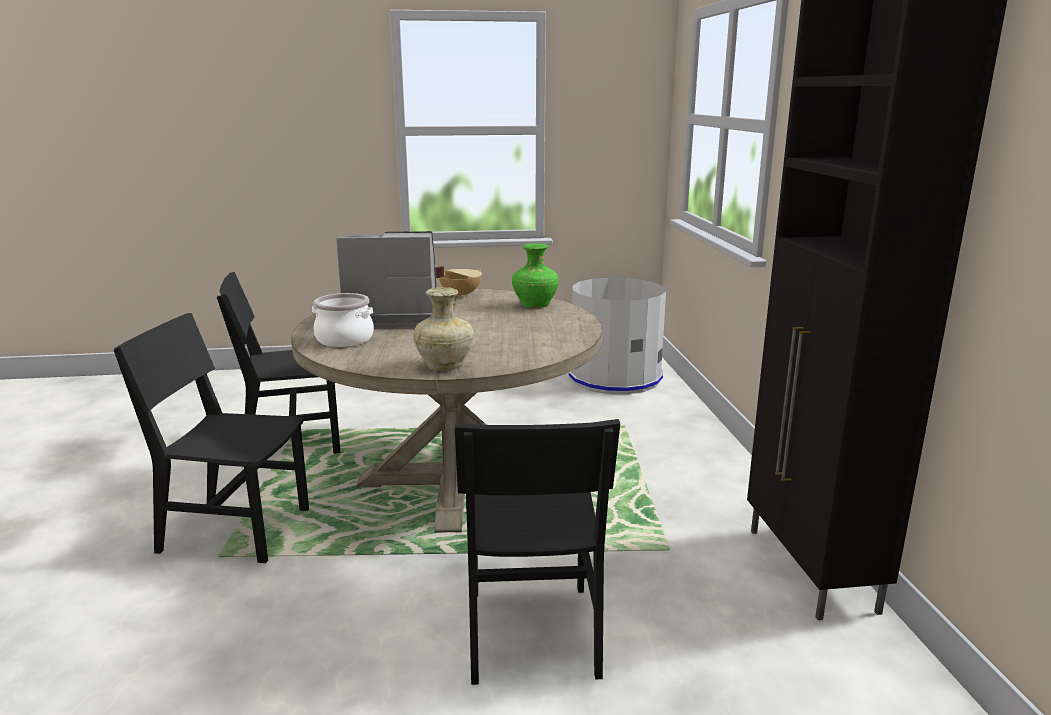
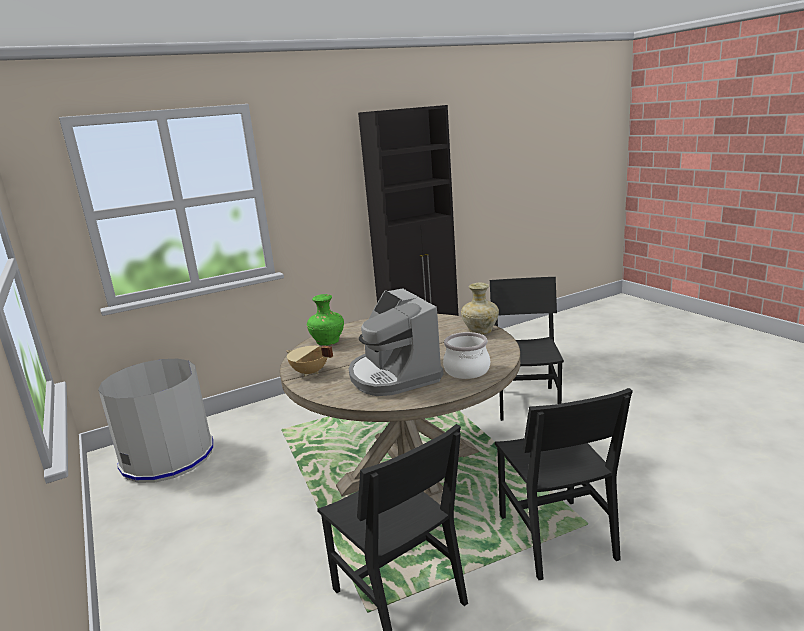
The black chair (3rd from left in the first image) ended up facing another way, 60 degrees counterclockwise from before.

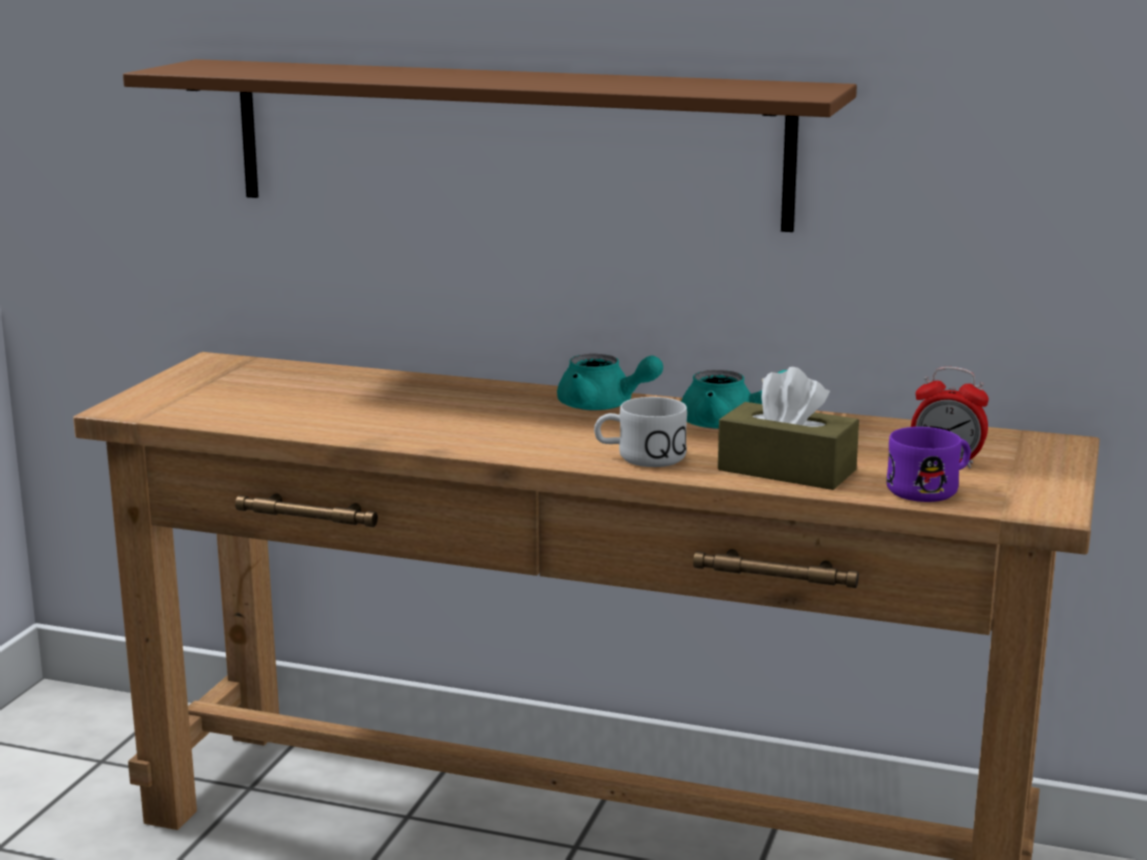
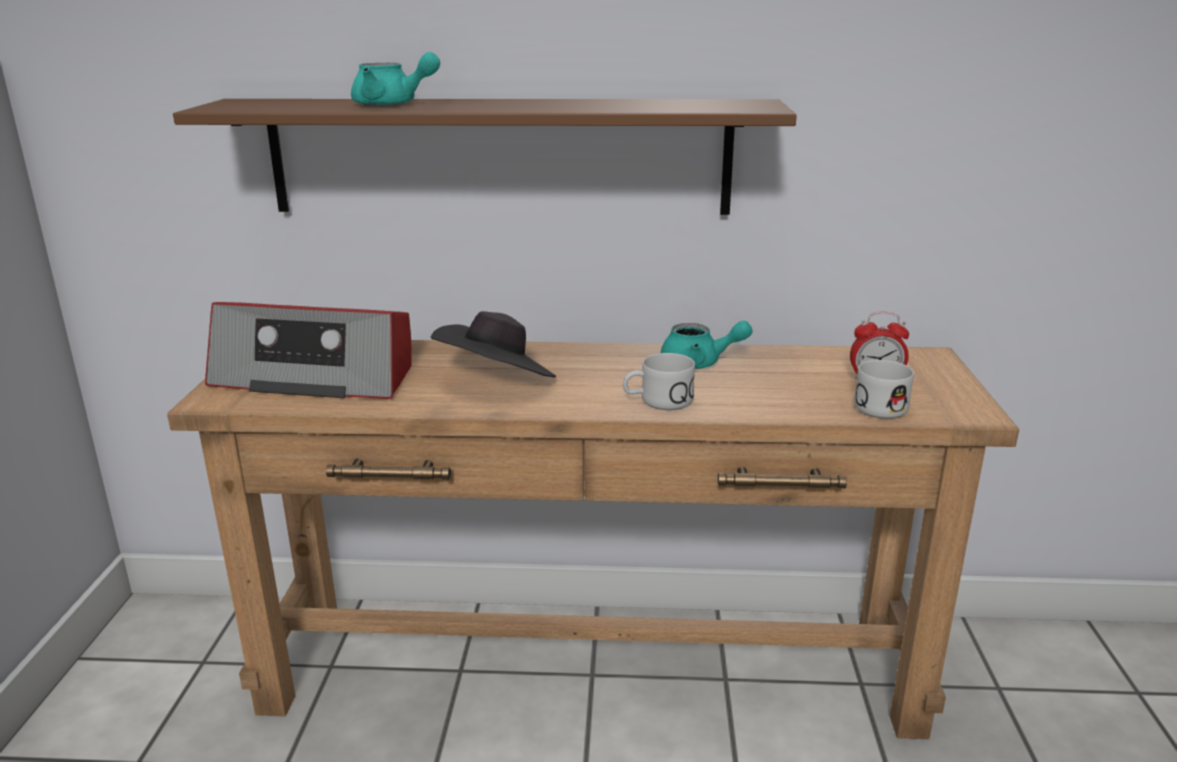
The second view gained the radio.
The turquoise teapot (1st from left) ended up elsewhere.
The second view gained the black hat.
What was the purple mug turned into the white mug (2nd from left).
The second view lost the brown tissue box.

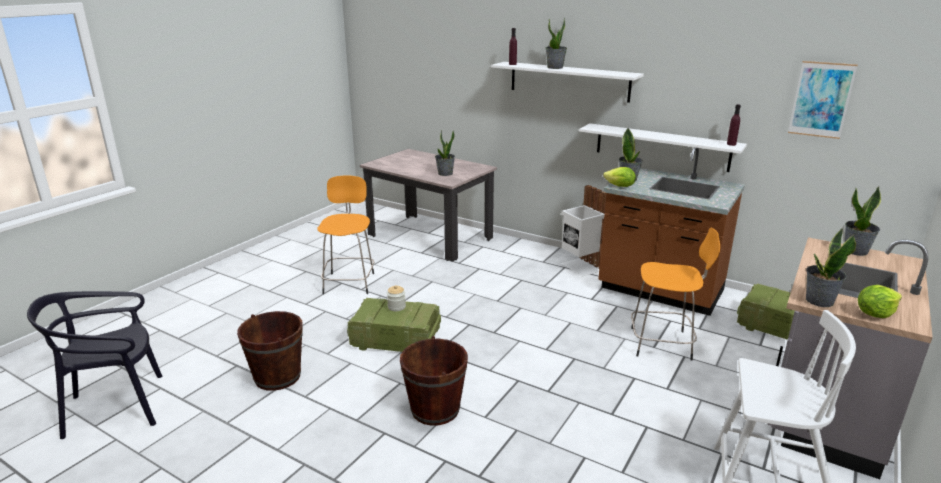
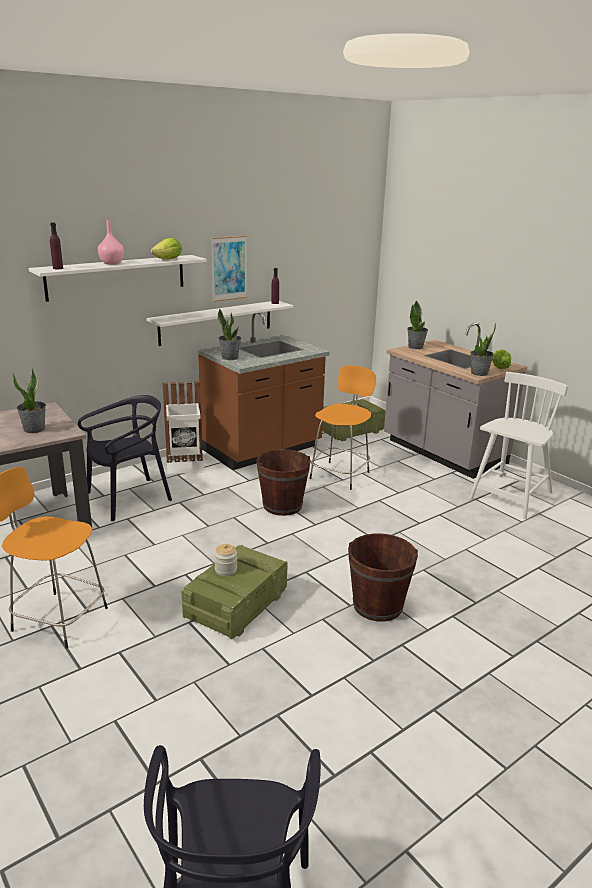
The second view gained the black chair (1st from left).
Where the potted plant (2nd from left) stood, the pink vase came to stand.
The lettuce (1st from left) ended up elsewhere.
The picture ended up elsewhere.
The brown bucket (1st from left) ended up elsewhere.

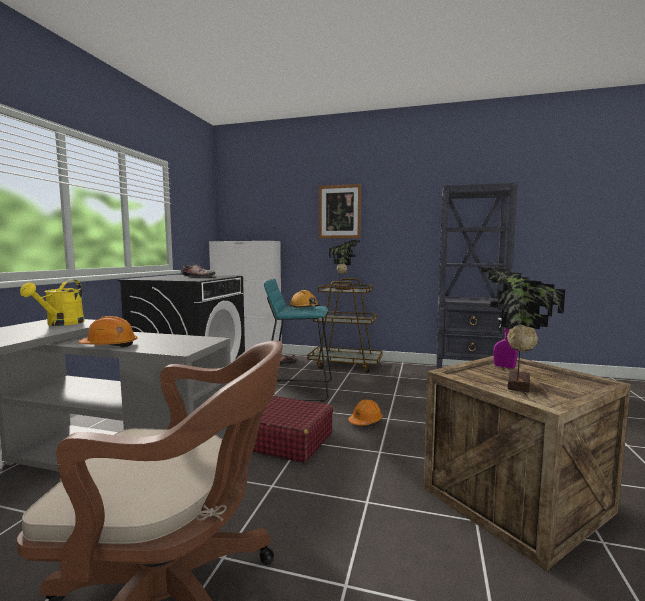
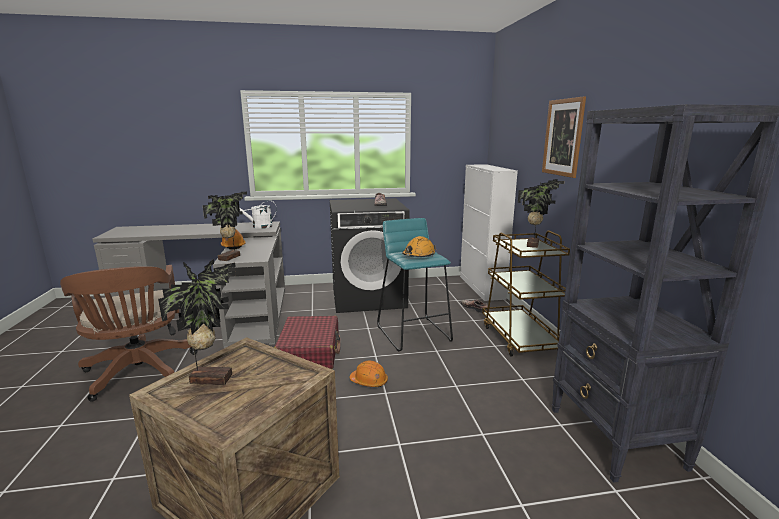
The second view gained the potted plant (2nd from left).
What was the yellow watering can turned into the white watering can.
The second view lost the purple spray bottle.

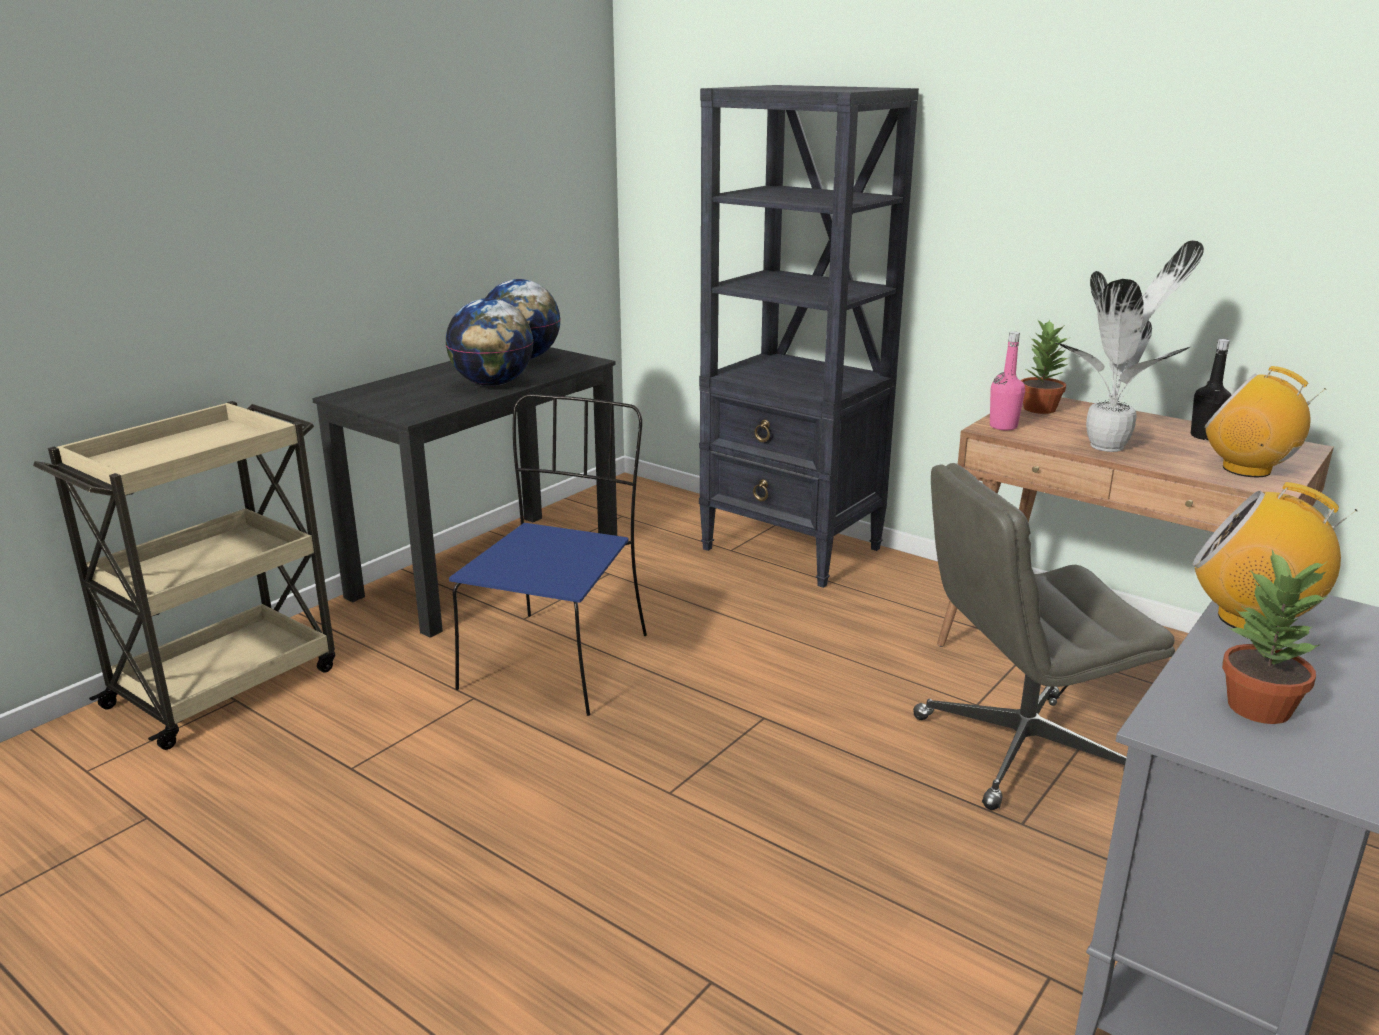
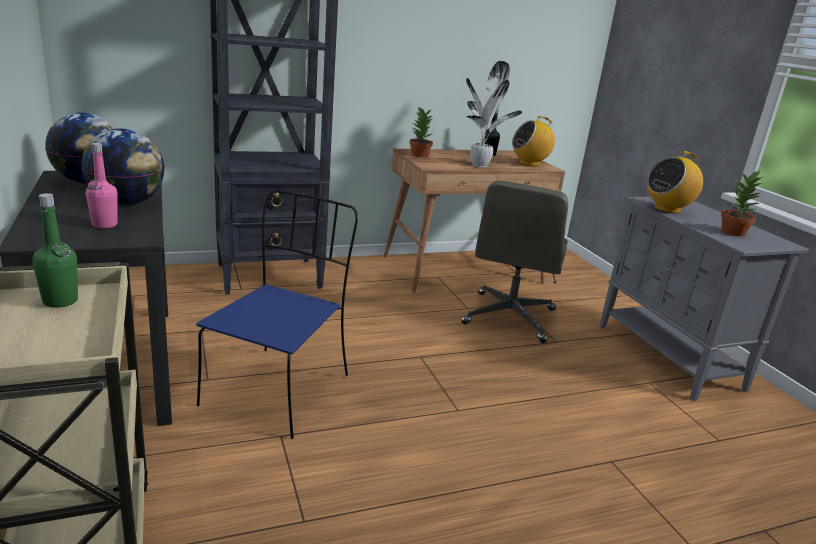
The second view gained the green bottle.
The pink bottle ended up elsewhere.
The blue chair ended up facing another way, 60 degrees clockwise from before.

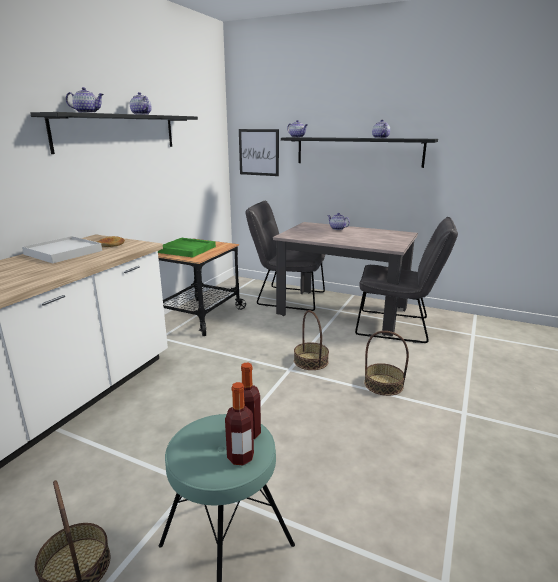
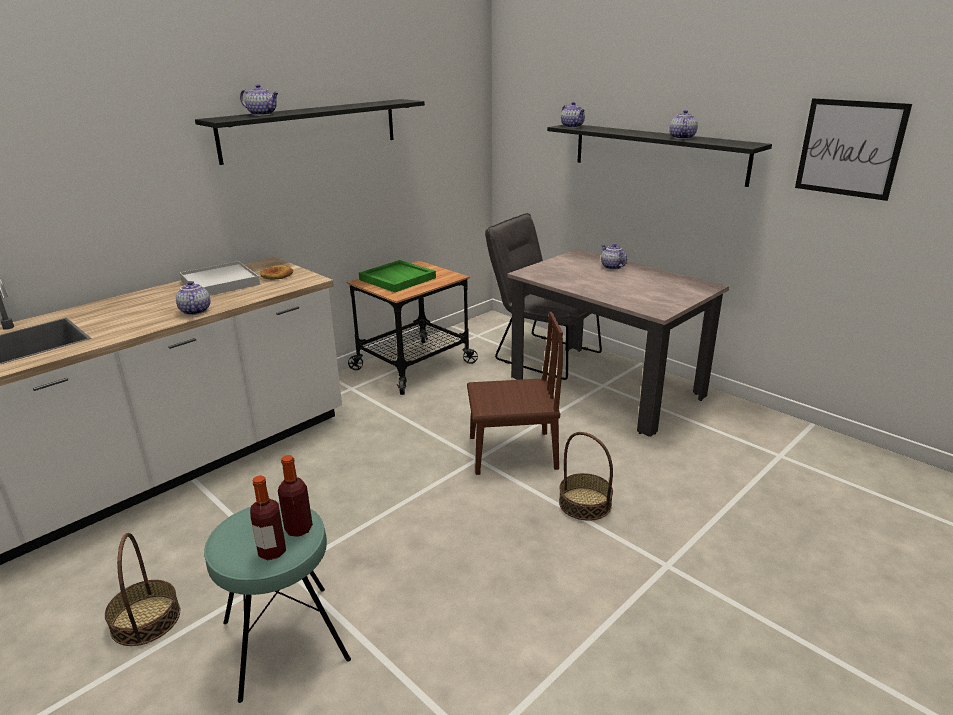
The teapot (2nd from left in the first image) ended up elsewhere.
Where the basket (2nd from left) stood, the brown chair came to stand.
The picture ended up elsewhere.
The second view lost the grey chair (2nd from left).

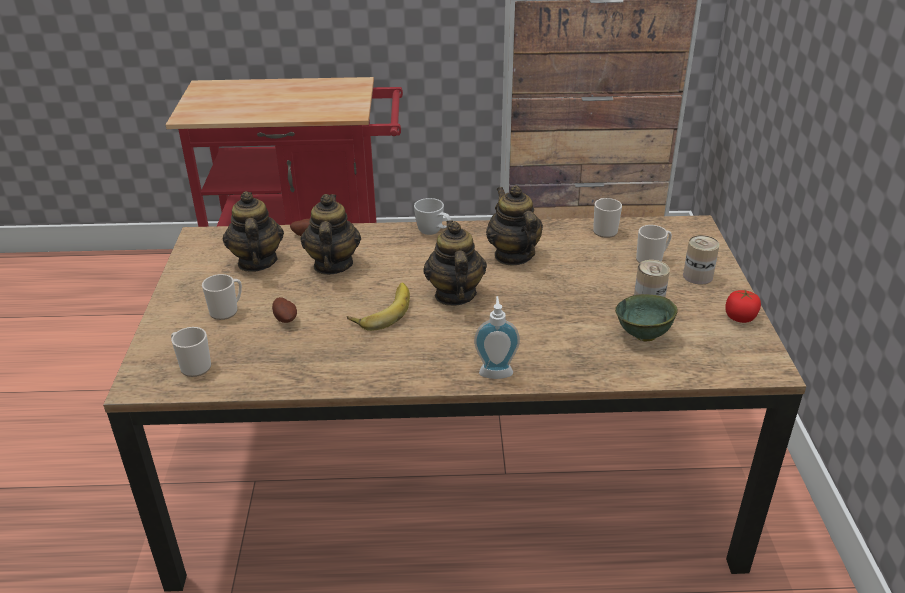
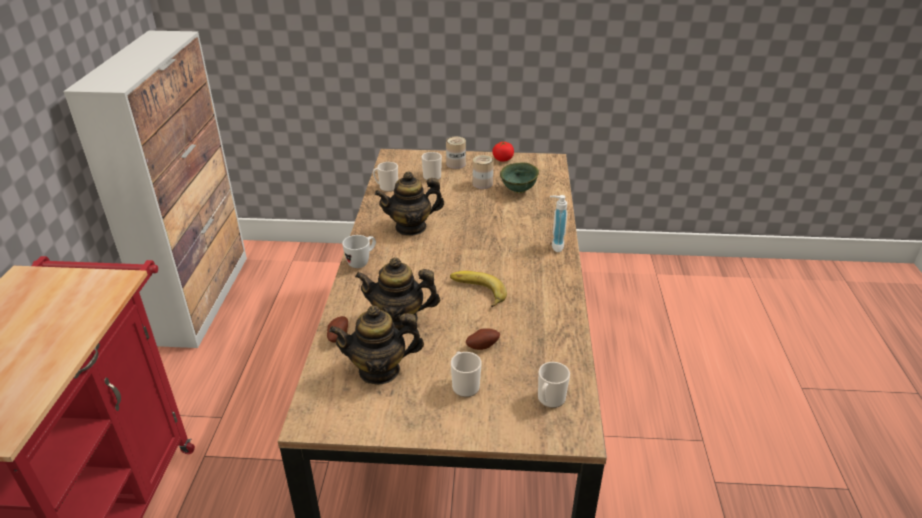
The second view lost the teapot (3rd from left).

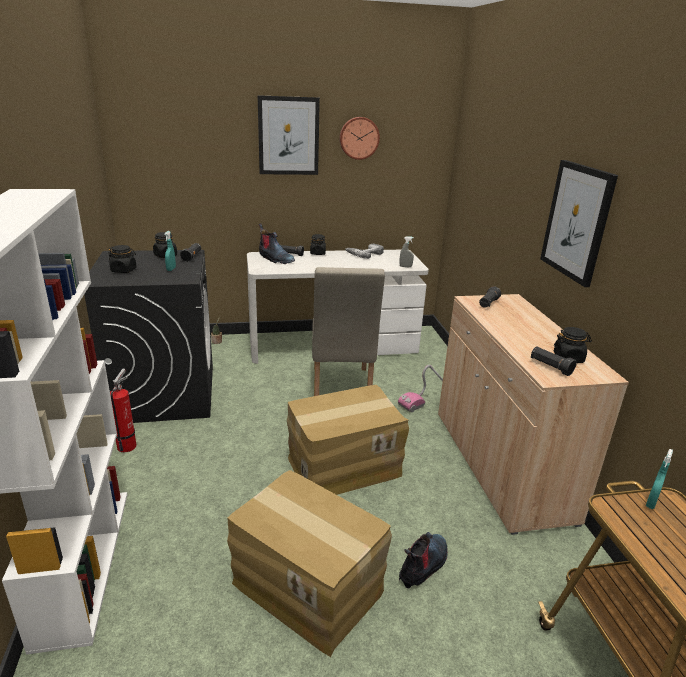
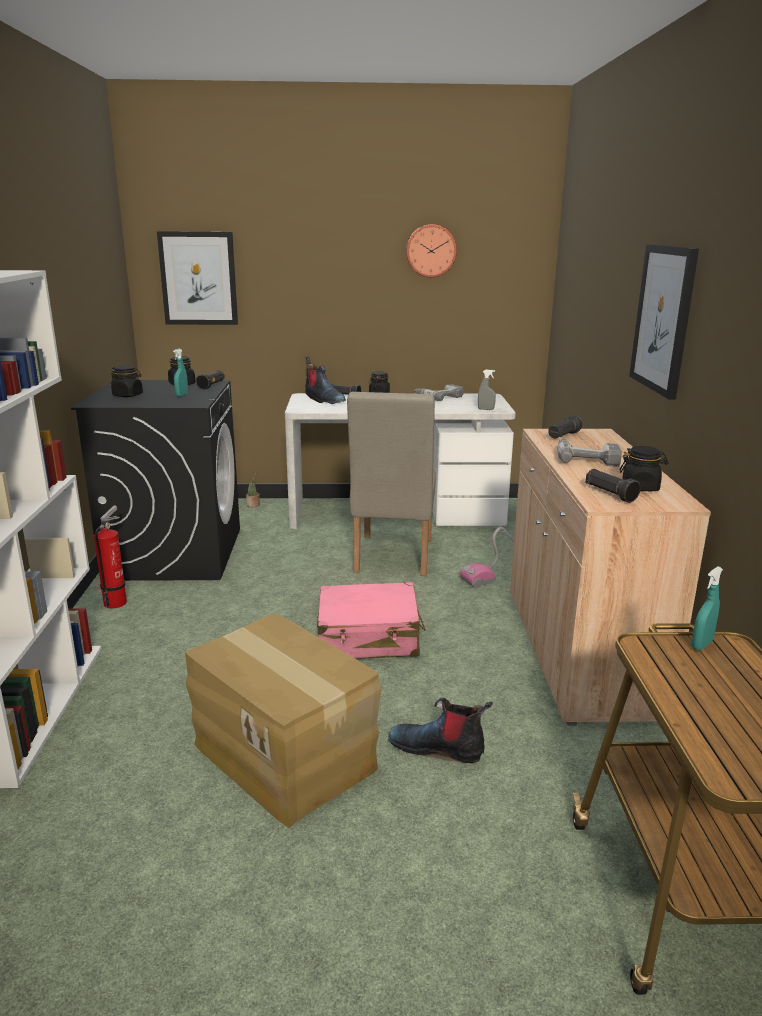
The picture (1st from left) ended up elsewhere.
Where the cardboard box (2nd from left) stood, the pink suitcase came to stand.
The boot (2nd from left) ended up facing another way, 120 degrees counterclockwise from before.
The second view gained the power drill (2nd from left).

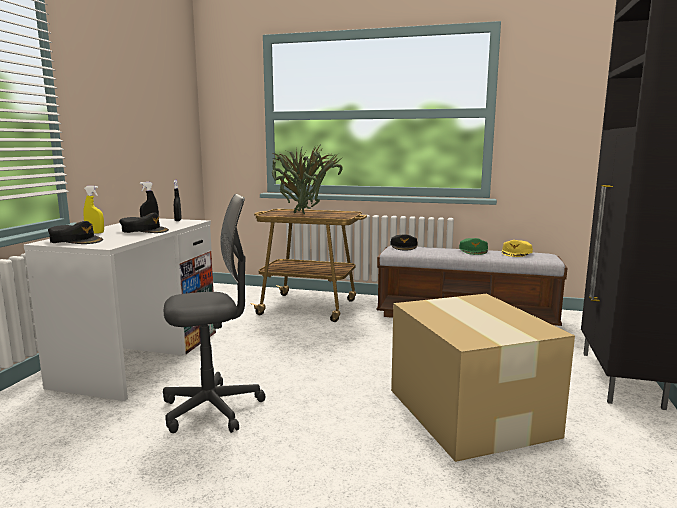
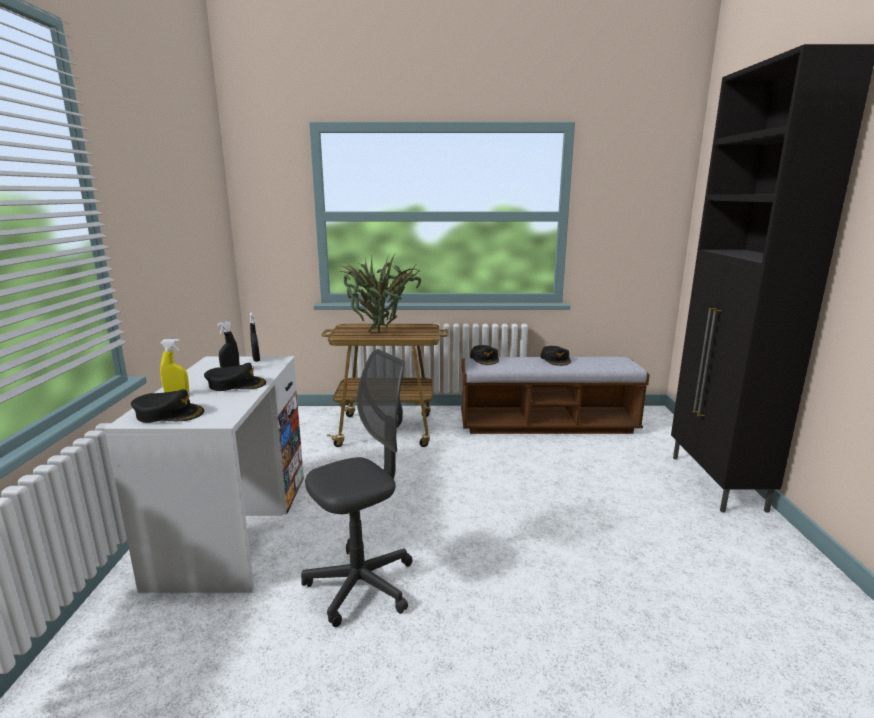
What was the green cap turned into the black cap (4th from left).
The second view lost the cardboard box.
The second view lost the yellow cap.

